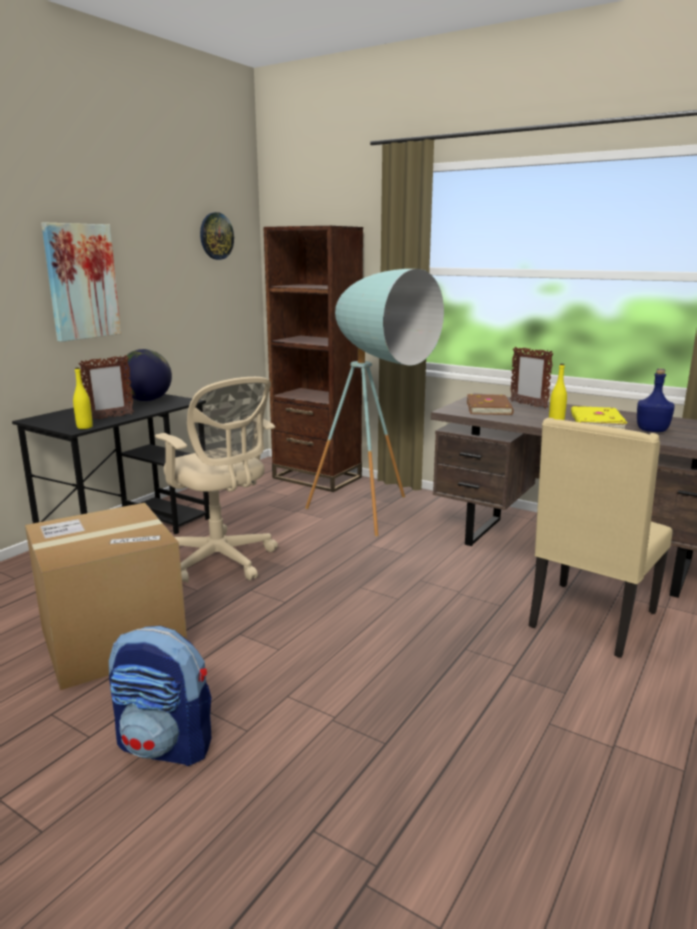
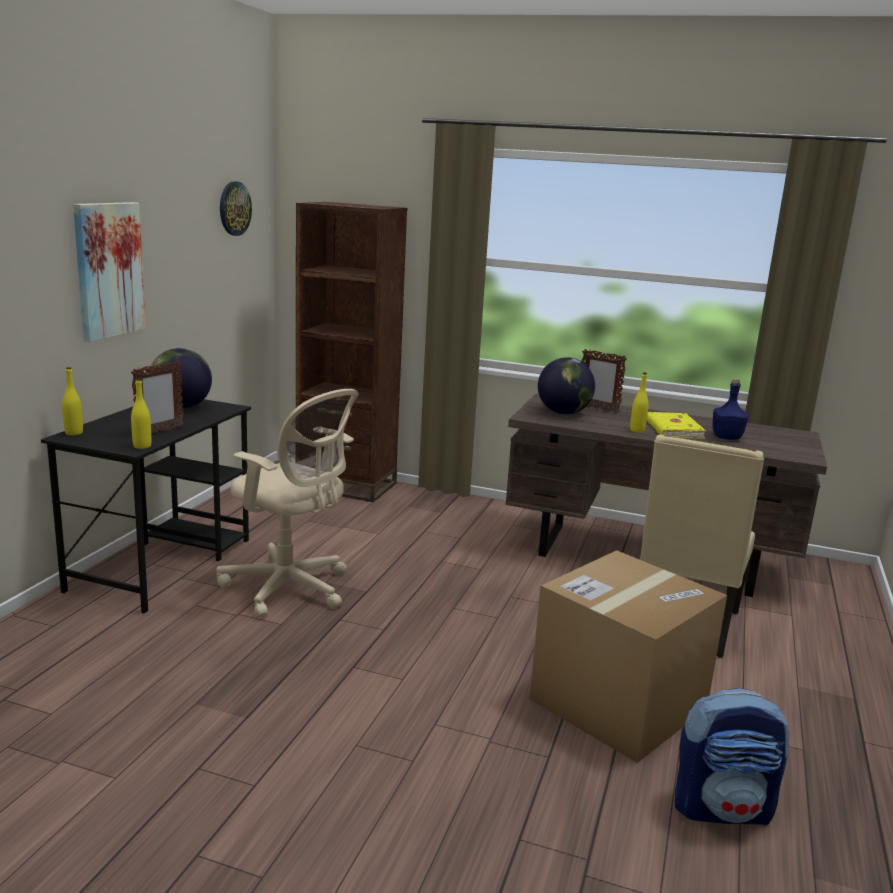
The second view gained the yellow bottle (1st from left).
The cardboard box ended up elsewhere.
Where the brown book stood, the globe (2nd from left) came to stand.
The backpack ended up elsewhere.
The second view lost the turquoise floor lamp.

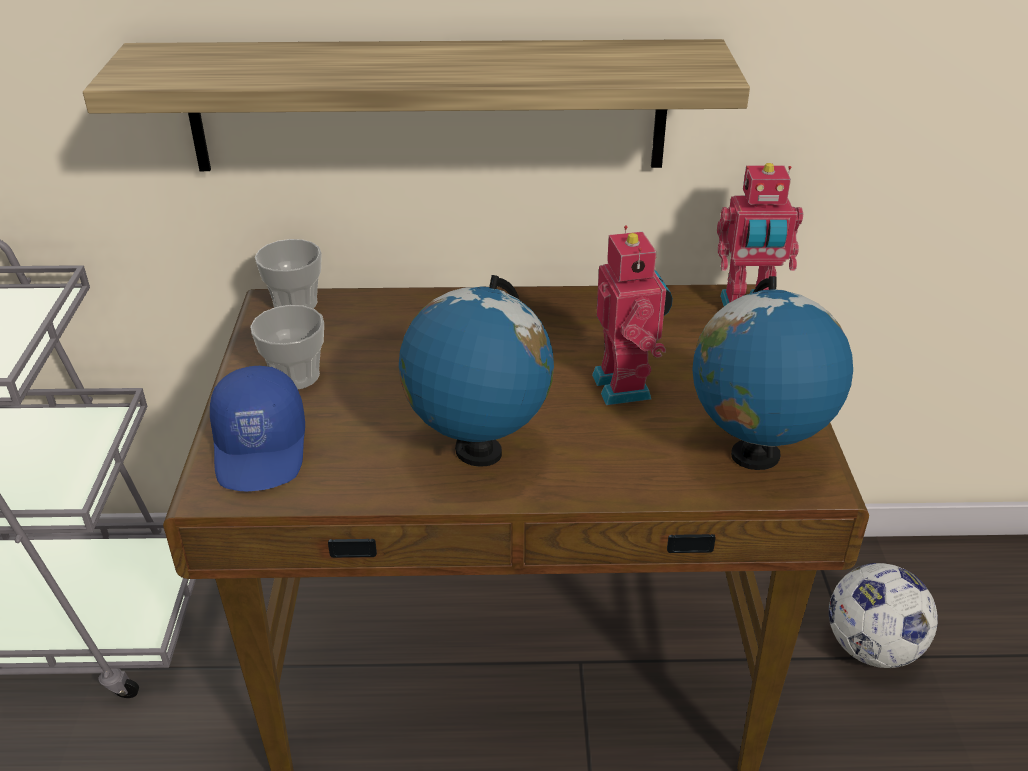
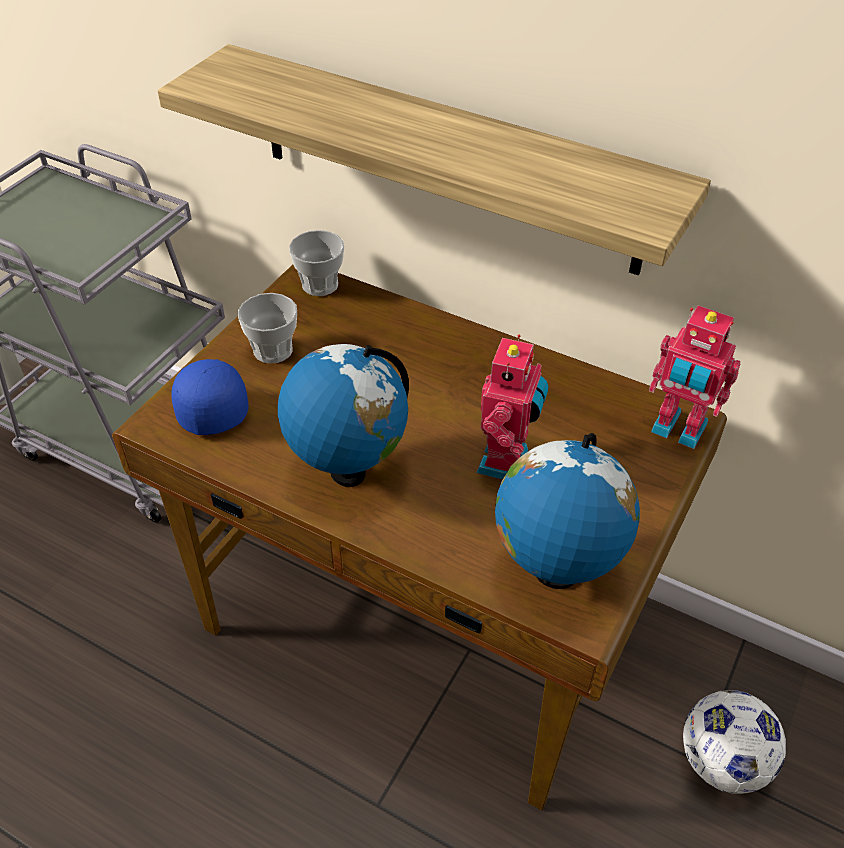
The blue cap ended up facing another way, 135 degrees clockwise from before.

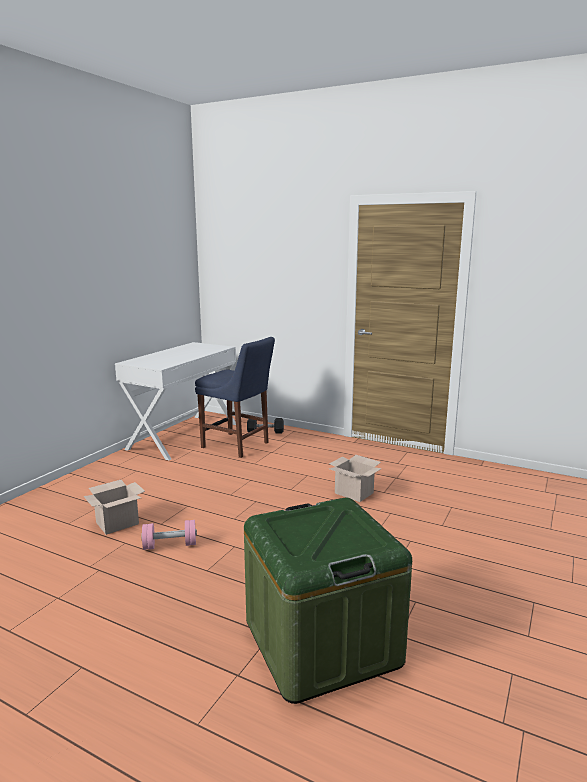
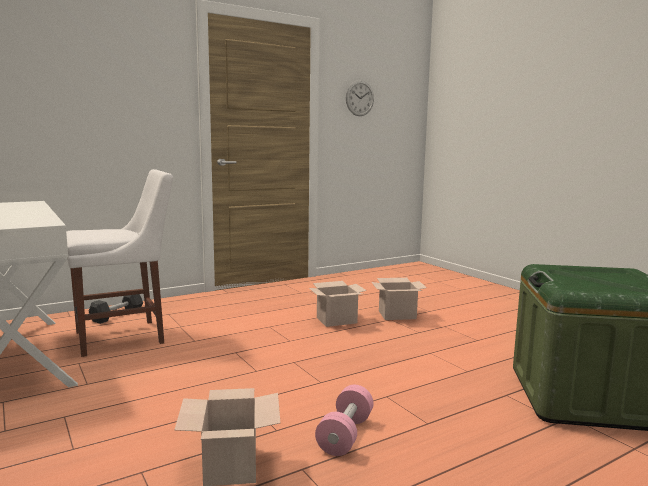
What was the blue chair turned into the white chair.
The second view gained the wall clock.
The second view gained the cardboard box (3rd from left).

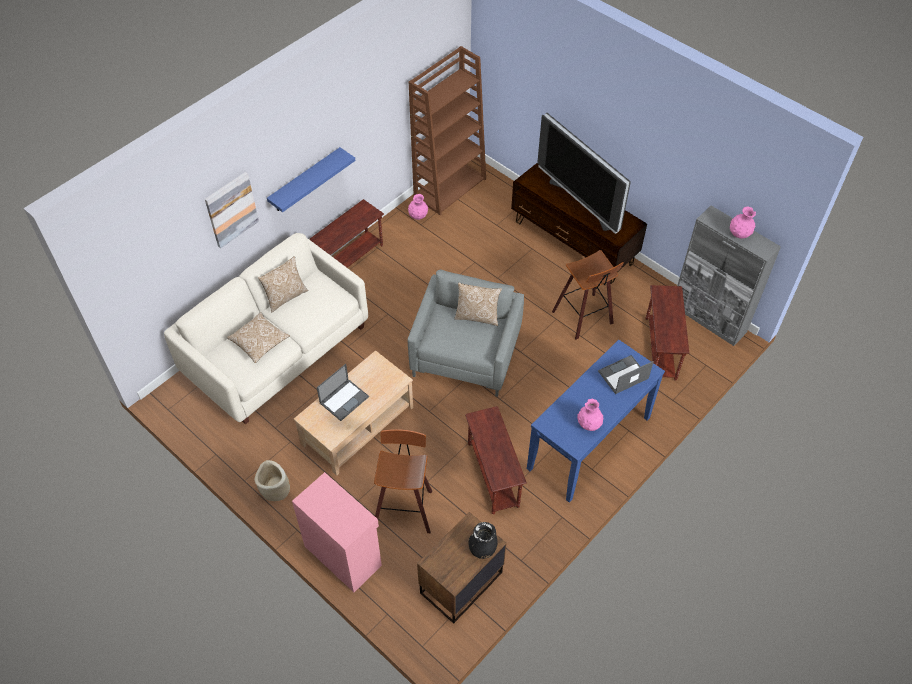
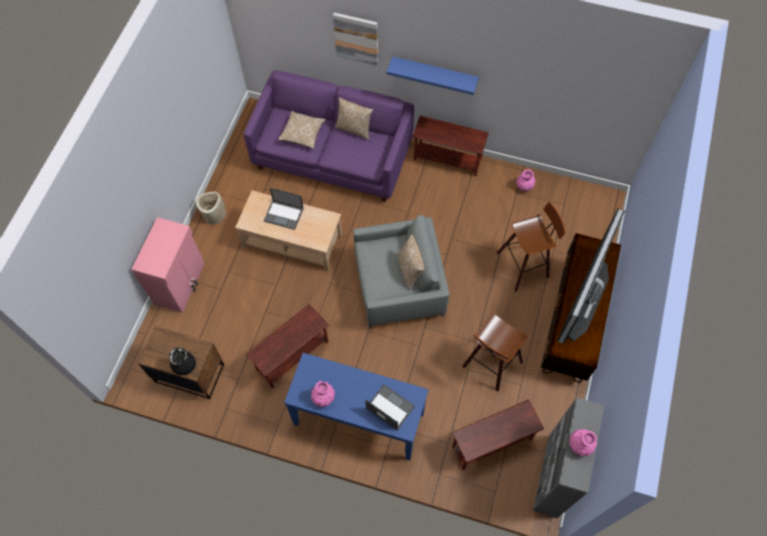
What was the white sofa turned into the purple sofa.
The stool (1st from left in the first image) ended up elsewhere.
The second view lost the brown bookcase.

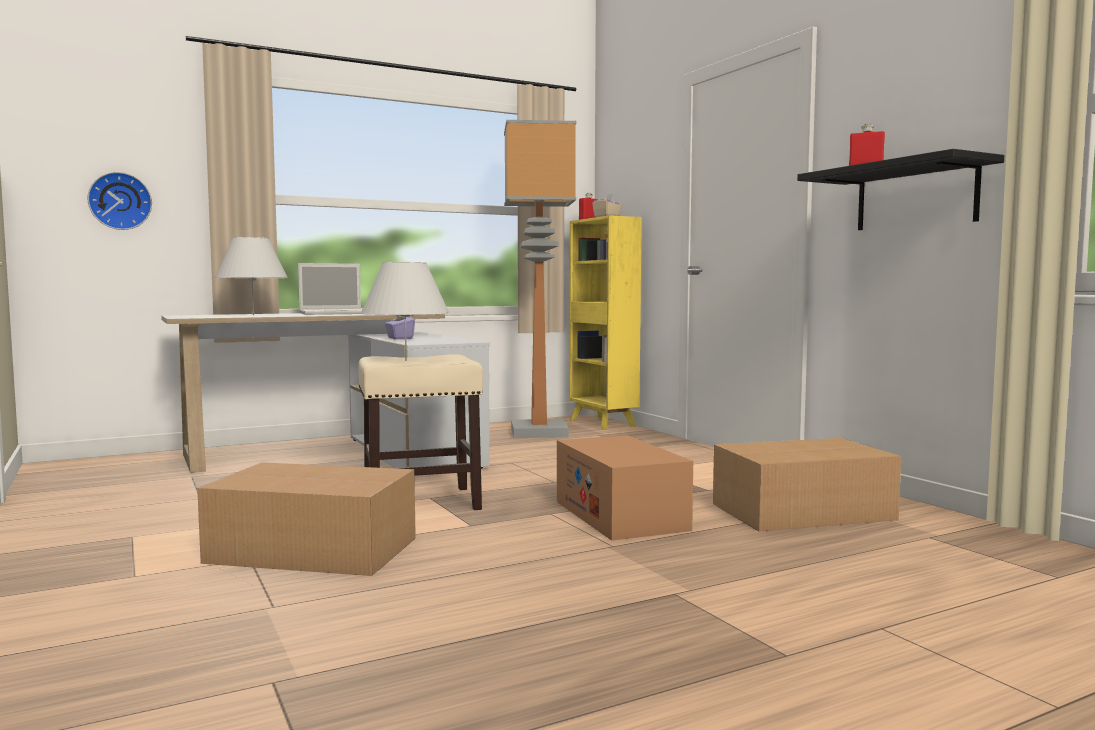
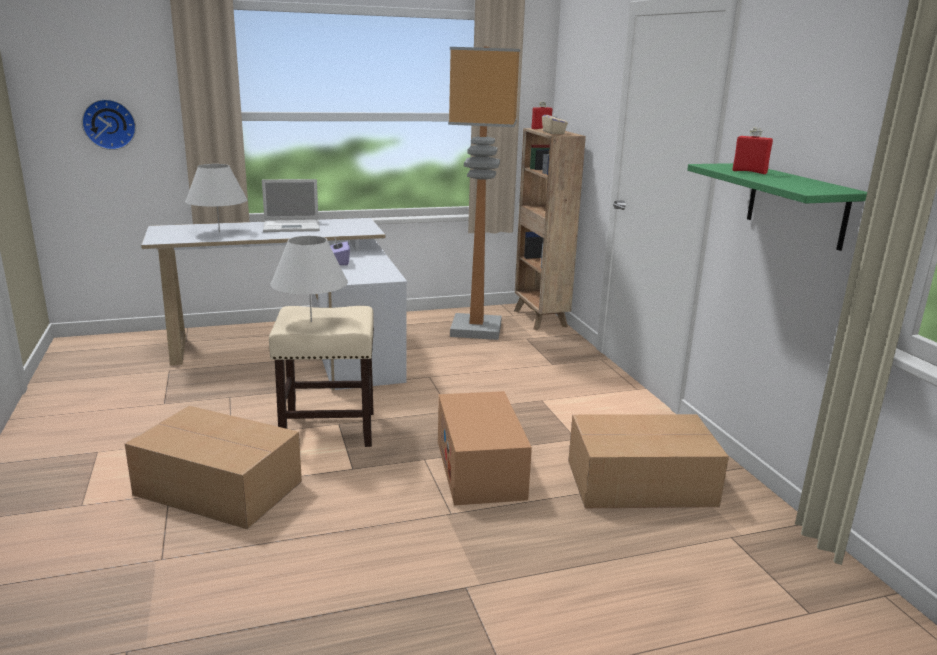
What was the yellow bookcase turned into the brown bookcase.
What was the black shelf turned into the green shelf.

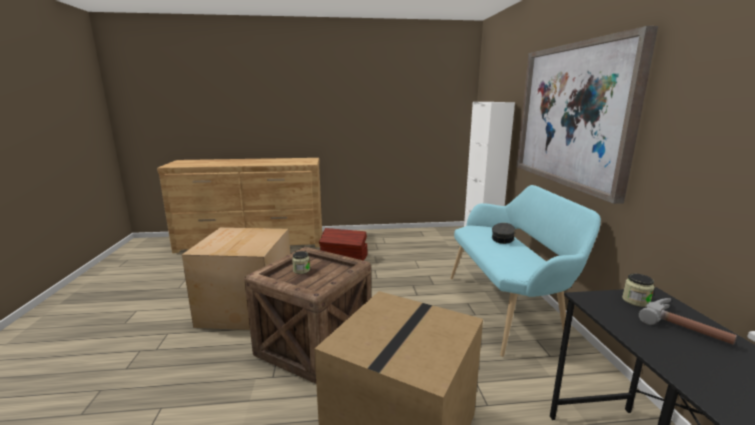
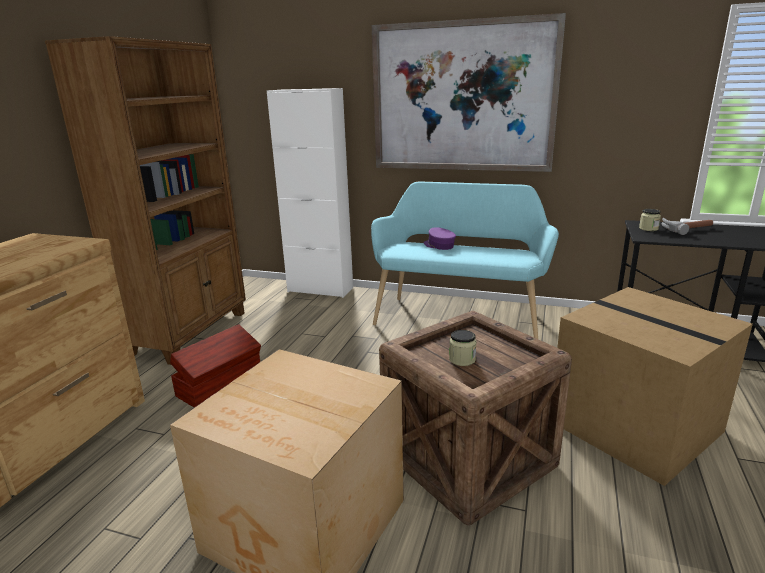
The second view gained the brown bookcase.
What was the grey cap turned into the purple cap.

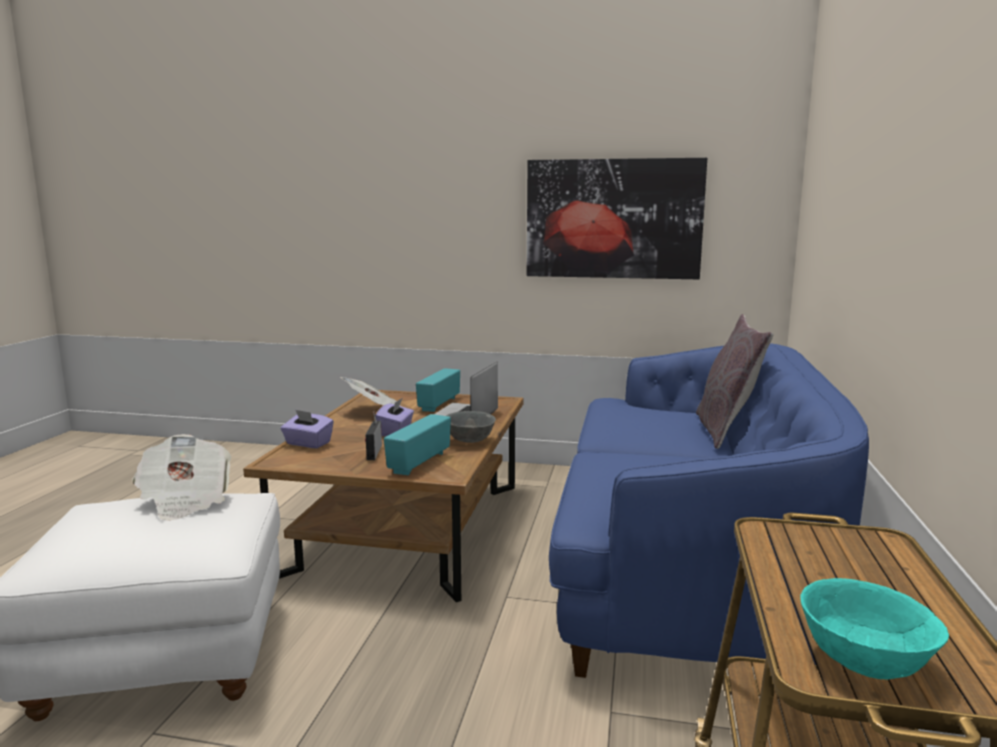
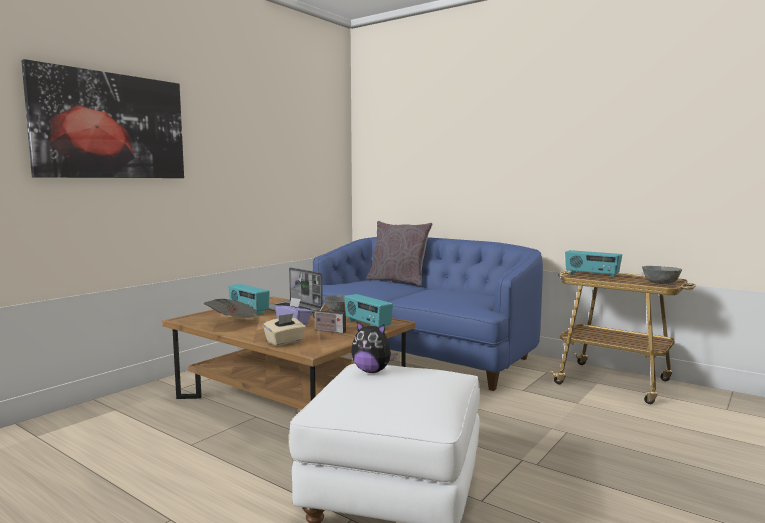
The picture ended up elsewhere.
What was the purple tissue box (1st from left) turned into the beige tissue box.
Where the newspaper (1st from left) stood, the plush toy came to stand.
The second view gained the radio (4th from left).
What was the turquoise bowl turned into the grey bowl (2nd from left).

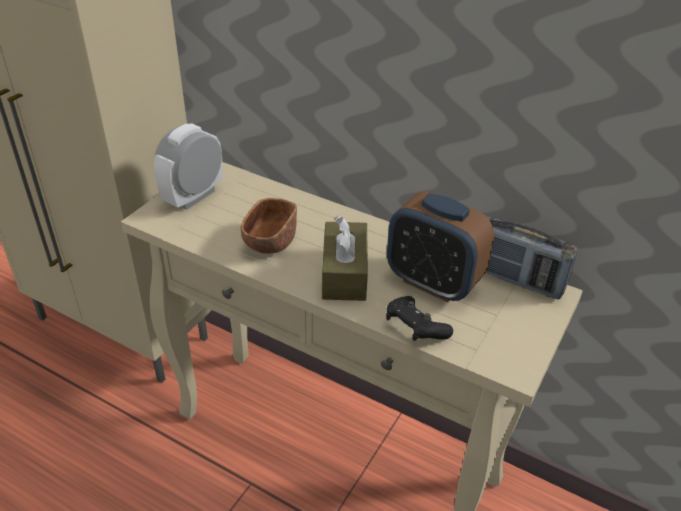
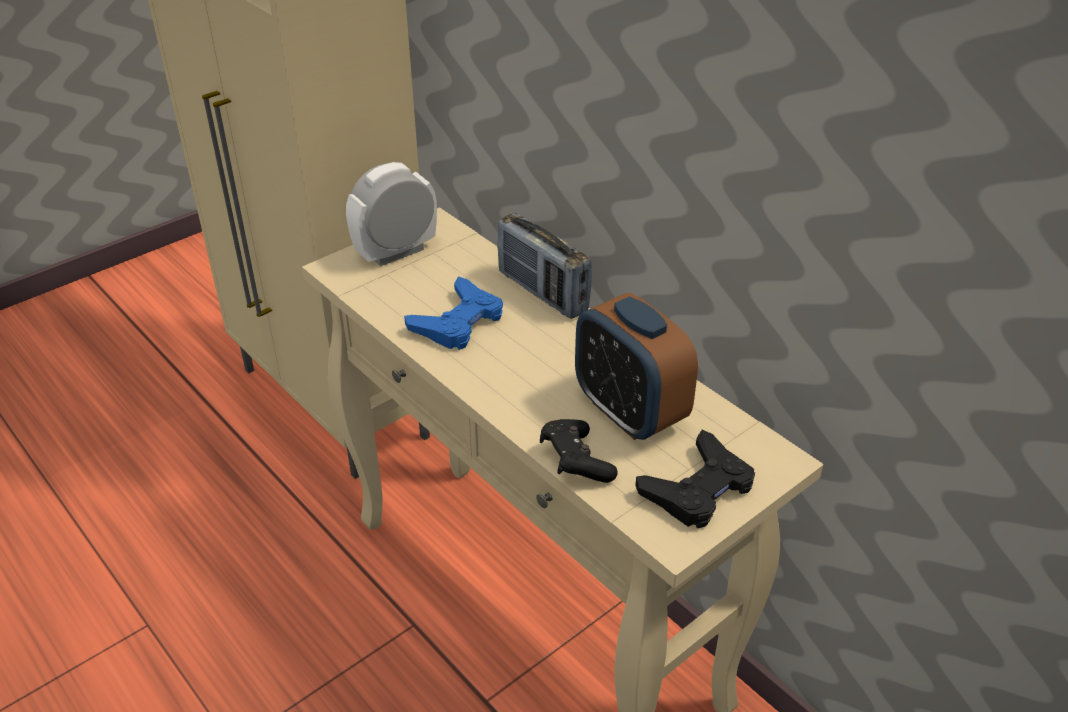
Where the brown bowl stood, the blue game controller came to stand.
The radio ended up elsewhere.
The second view gained the black game controller (2nd from left).
The second view lost the brown tissue box.

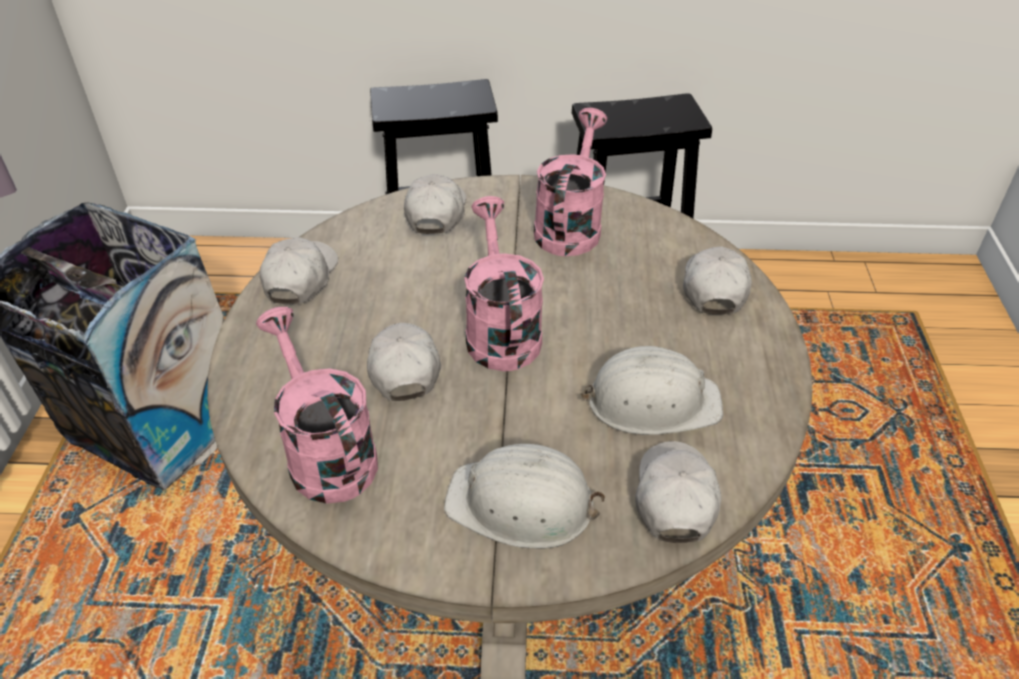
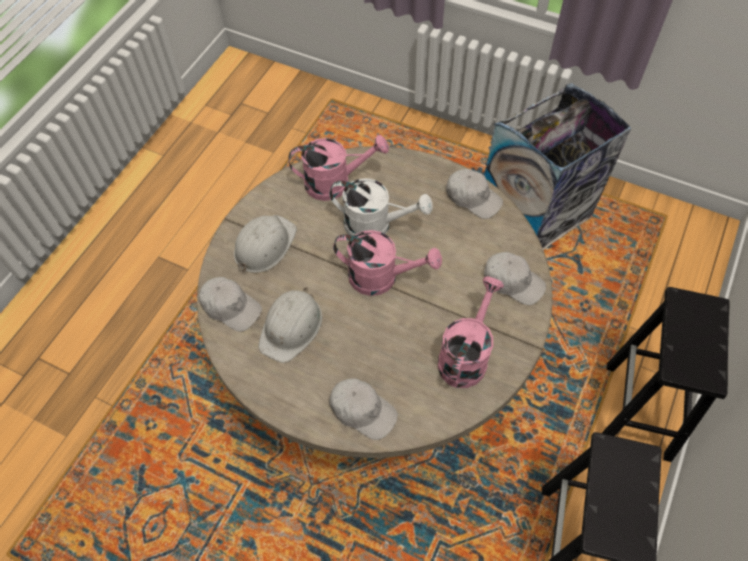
Where the white cap (2nd from left) stood, the white watering can came to stand.
The pink watering can (3rd from left) ended up facing another way, 105 degrees counterclockwise from before.

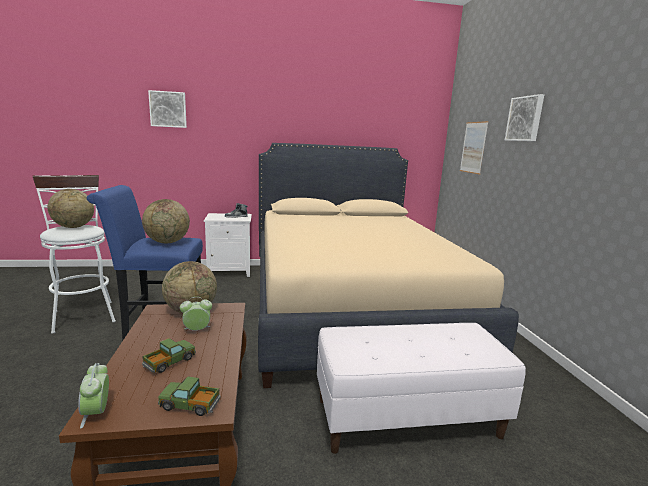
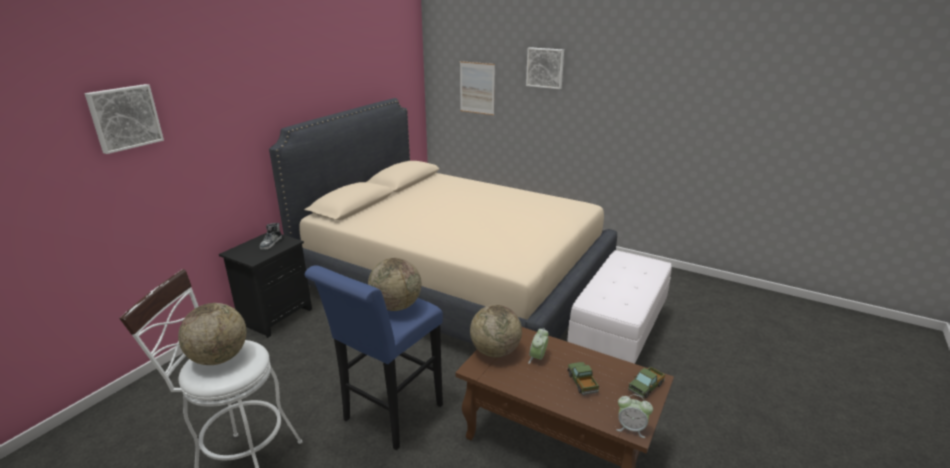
What was the white nightstand turned into the black nightstand.

